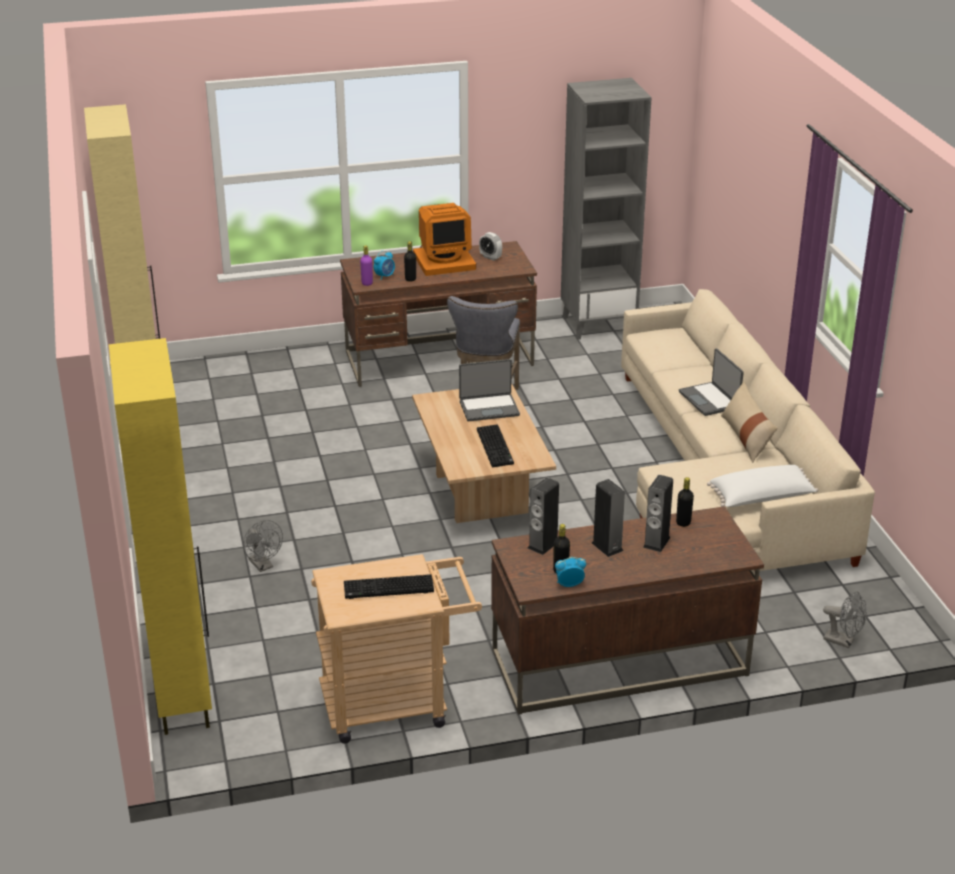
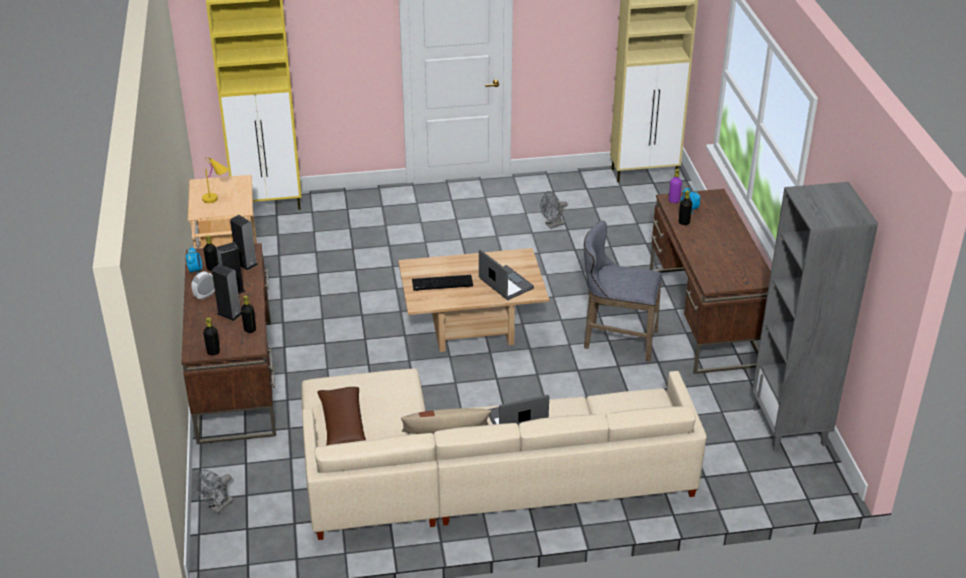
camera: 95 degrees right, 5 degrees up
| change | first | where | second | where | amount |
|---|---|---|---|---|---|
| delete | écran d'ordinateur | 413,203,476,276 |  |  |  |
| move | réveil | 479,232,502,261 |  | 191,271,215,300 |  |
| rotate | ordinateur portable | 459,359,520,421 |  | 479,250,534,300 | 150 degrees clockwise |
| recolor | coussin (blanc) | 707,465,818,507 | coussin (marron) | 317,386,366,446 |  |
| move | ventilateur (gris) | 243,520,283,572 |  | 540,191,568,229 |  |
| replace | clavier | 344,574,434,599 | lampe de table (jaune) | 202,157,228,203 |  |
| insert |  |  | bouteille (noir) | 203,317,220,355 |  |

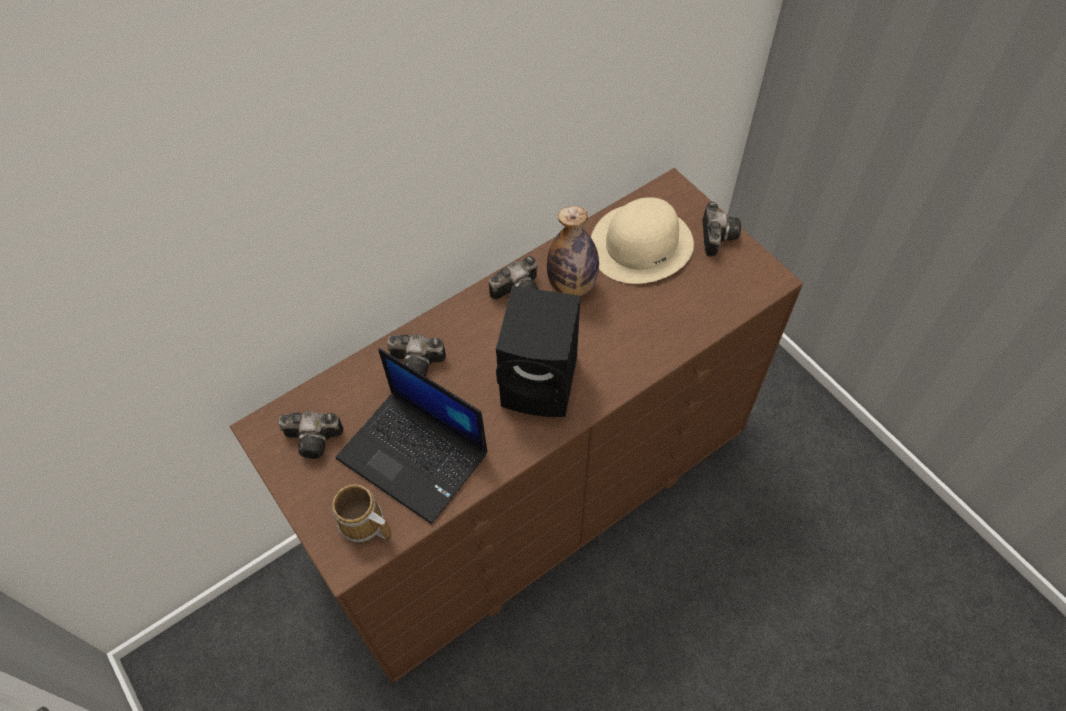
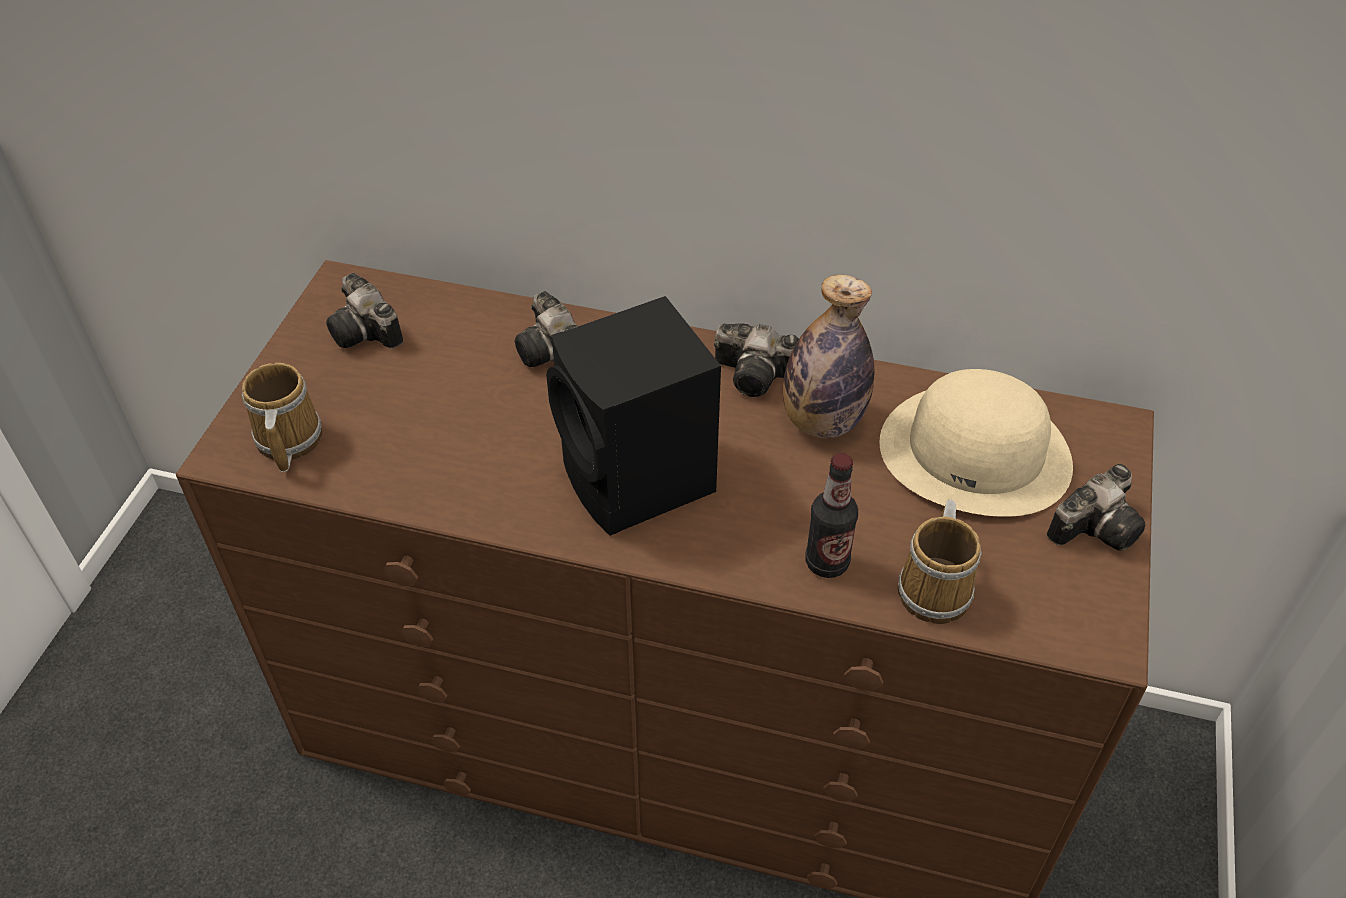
camera: 50 degrees right, 10 degrees down
| change | first | where | second | where | amount |
|---|---|---|---|---|---|
| delete | ordinateur portable | 336,348,488,524 |  |  |  |
| insert |  |  | bouteille | 806,453,858,578 |  |
| insert |  |  | mug | 898,500,982,624 |  |

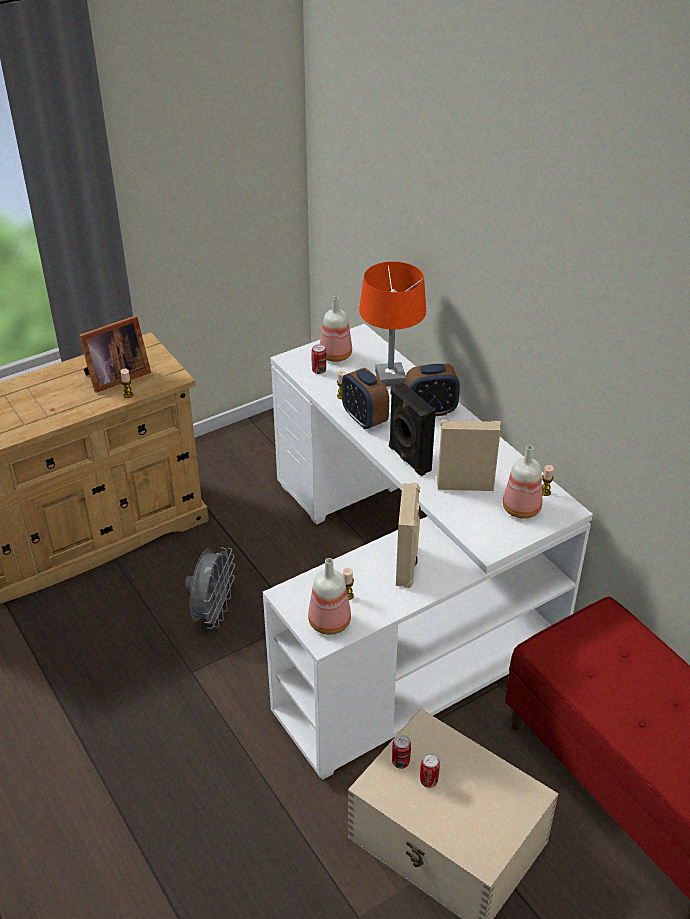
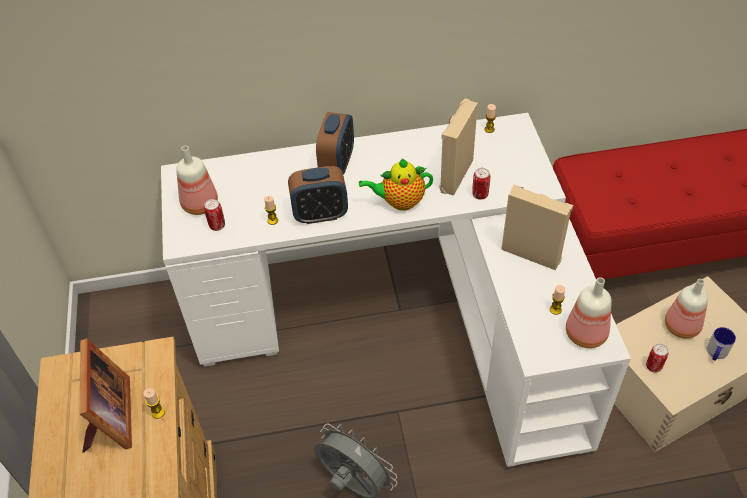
camera: 65 degrees left, 10 degrees up
| change | first | where | second | where | amount |
|---|---|---|---|---|---|
| delete | lampe de table (orange) | 359,261,426,387 |  |  |  |
| replace | enceinte (noir) | 389,382,436,476 | théière | 359,158,433,211 |  |
| move | bouteille | 503,445,542,519 |  | 665,279,708,339 |  |
| move | boîte métallique | 420,753,440,788 |  | 472,168,490,200 |  |
| insert |  |  | mug | 707,327,736,361 |  |

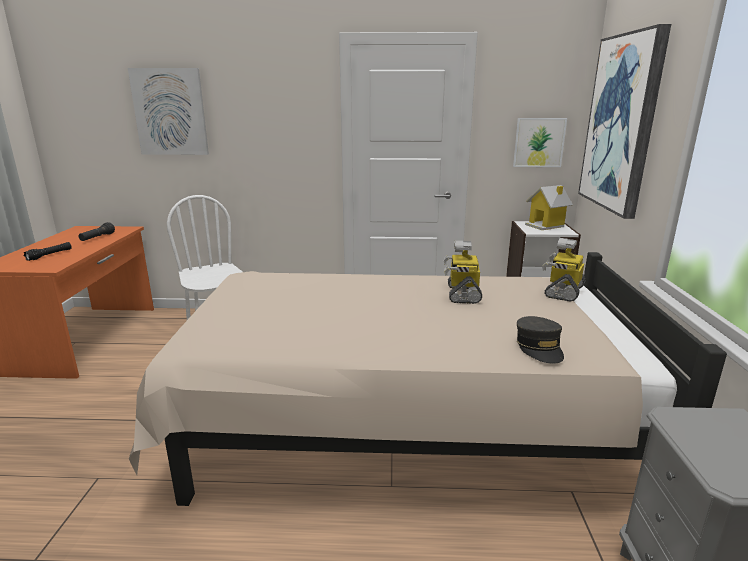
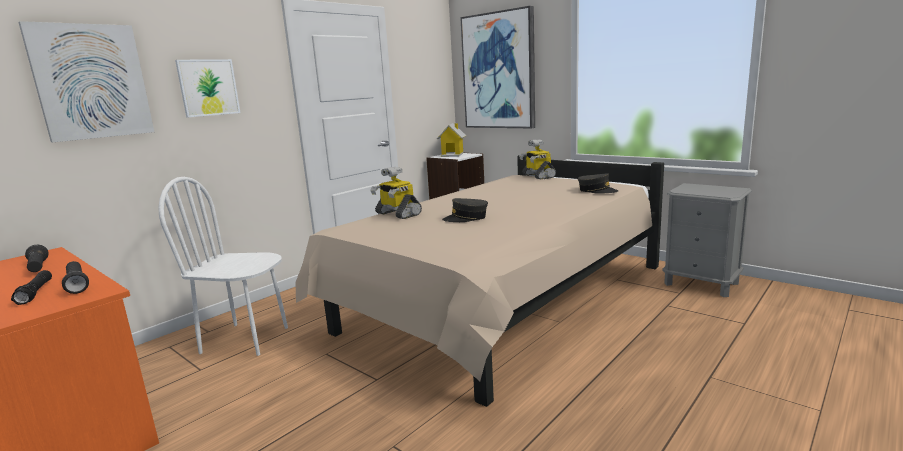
camera: 50 degrees left, 5 degrees down
| change | first | where | second | where | amount |
|---|---|---|---|---|---|
| move | tableau | 513,118,567,167 |  | 175,59,240,117 |  |
| move | robot jouet | 443,240,482,304 |  | 370,167,422,219 |  |
| insert |  |  | casquette (gris) | 442,198,488,222 |  |
| insert |  |  | lampe de poche (noir) | 62,261,89,294 |  |

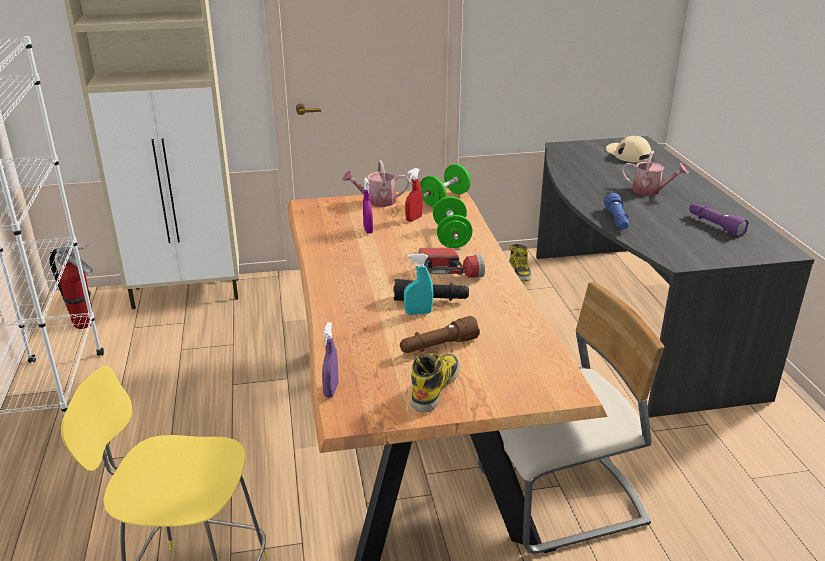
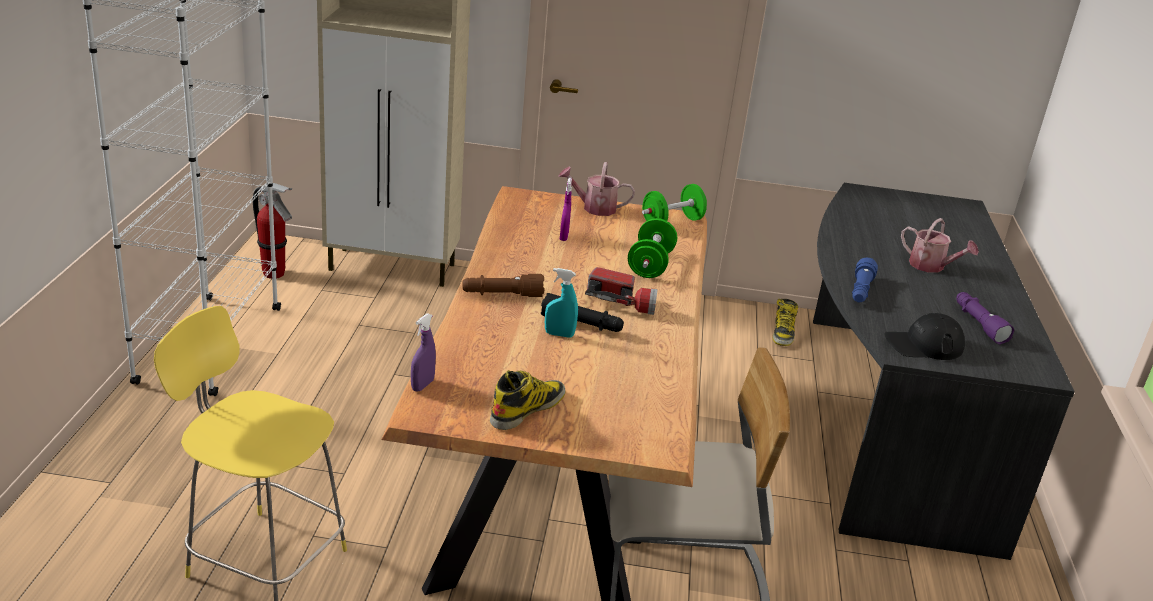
camera: 15 degrees right, 0 degrees up
| change | first | where | second | where | amount |
|---|---|---|---|---|---|
| delete | casquette (beige) | 606,136,651,163 |  |  |  |
| delete | vaporisateur (rouge) | 405,168,423,222 |  |  |  |
| move | lampe de poche (marron) | 400,316,480,353 |  | 462,274,545,297 |  |
| insert |  |  | casquette (noir) | 885,313,965,360 |  |

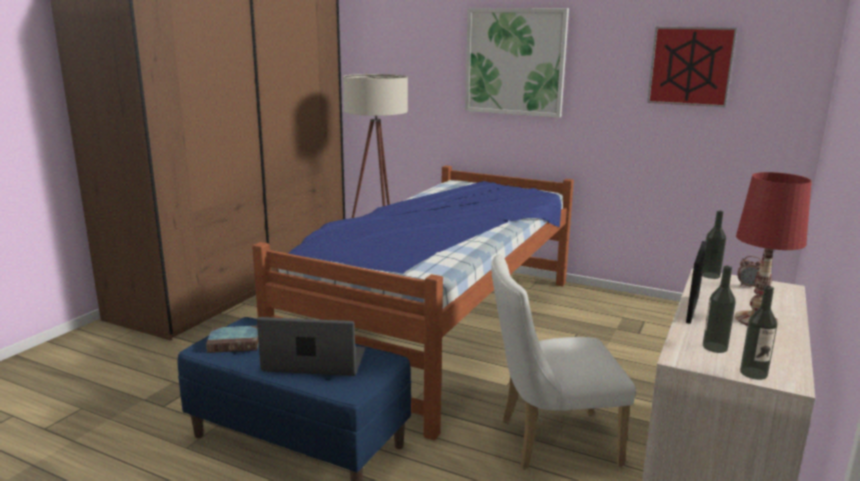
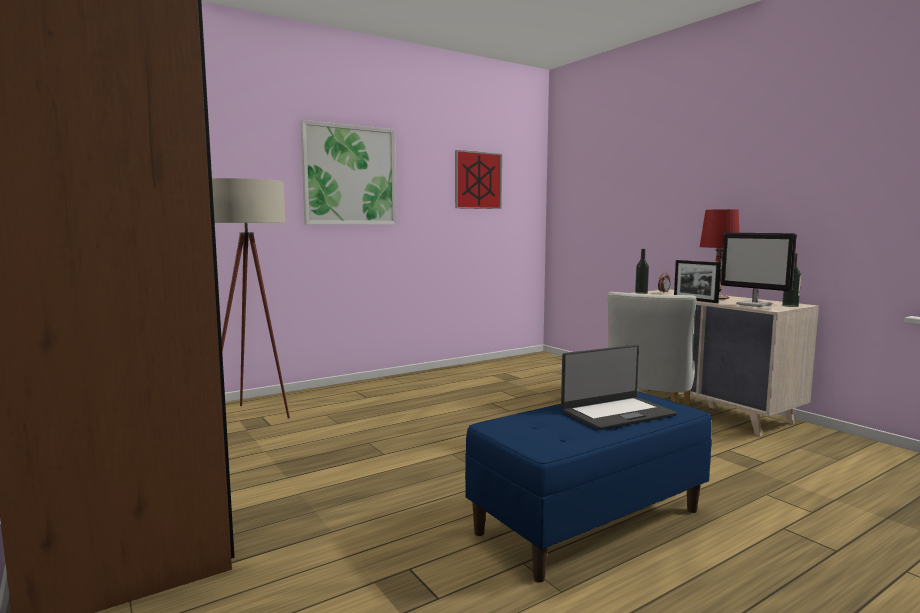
camera: 60 degrees left, 10 degrees down
| change | first | where | second | where | amount |
|---|---|---|---|---|---|
| delete | lit | 252,165,574,441 |  |  |  |
| replace | bouteille | 703,266,736,353 | écran d'ordinateur | 720,233,797,307 |  |
| rotate | ordinateur portable | 257,317,365,376 |  | 561,345,677,430 | 150 degrees counterclockwise |
| delete | livre | 206,326,259,353 |  |  |  |

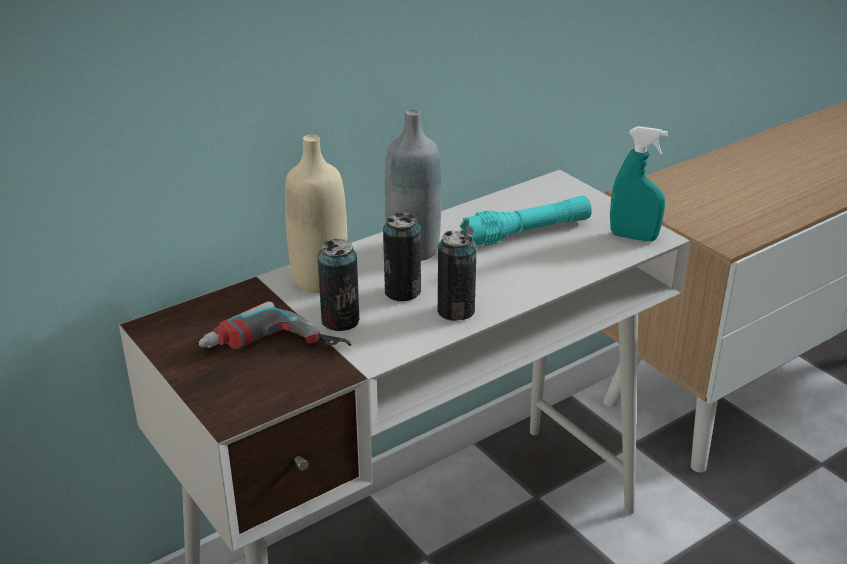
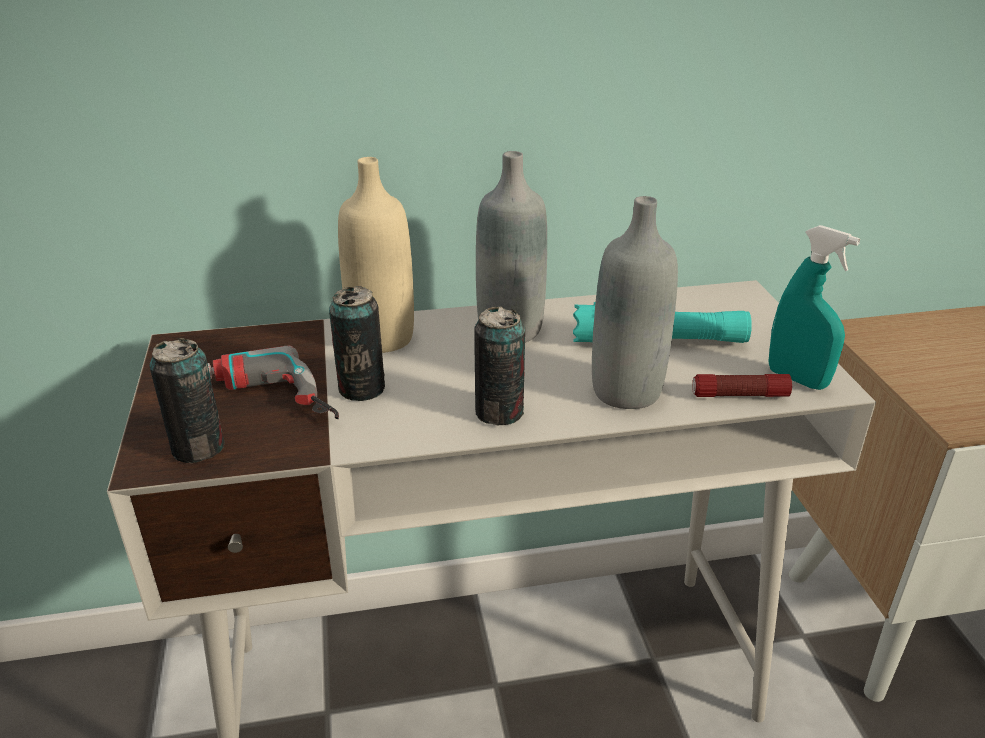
camera: 25 degrees right, 0 degrees up
| change | first | where | second | where | amount |
|---|---|---|---|---|---|
| move | boîte métallique | 383,213,421,301 |  | 149,338,224,463 |  |
| insert |  |  | bouteille (gris) | 592,196,678,409 |  |
| insert |  |  | lampe de poche | 692,374,792,397 |  |

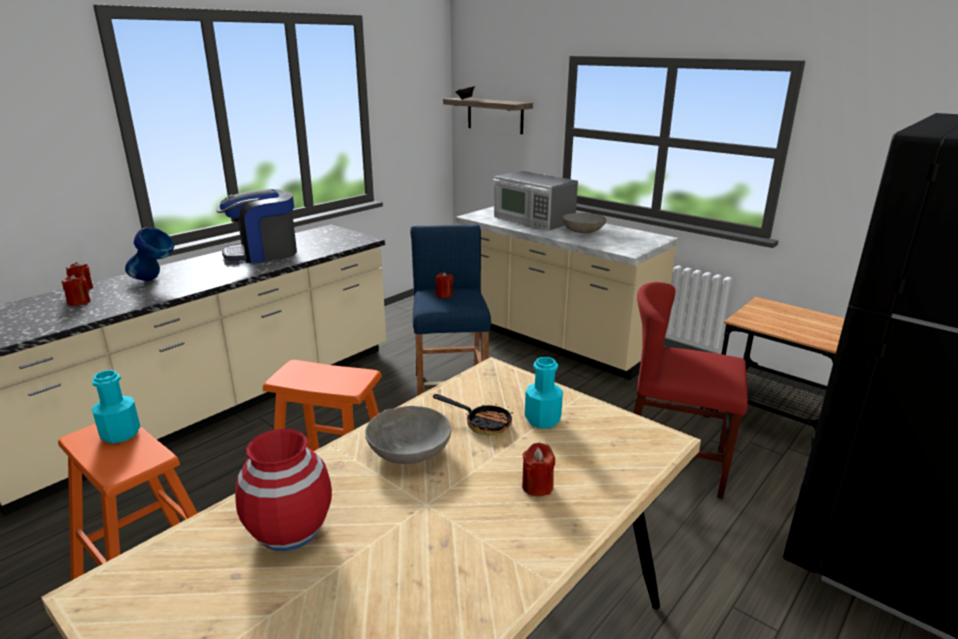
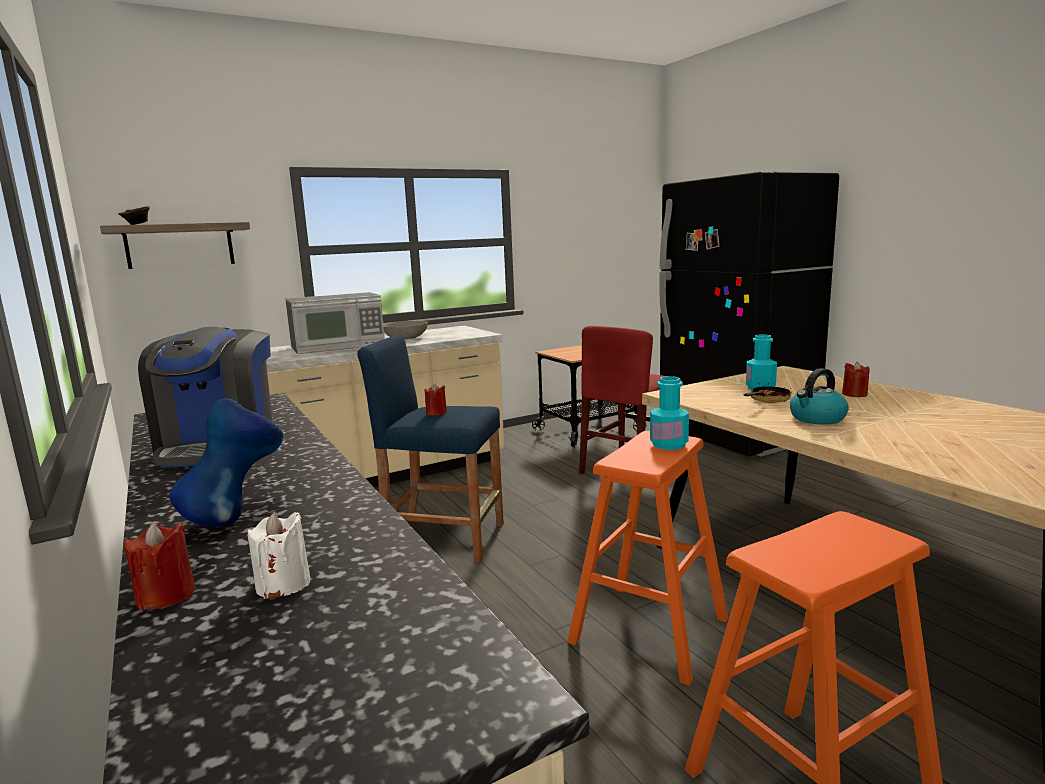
camera: 70 degrees left, 10 degrees down
| change | first | where | second | where | amount |
|---|---|---|---|---|---|
| recolor | bougie (rouge) | 62,274,91,306 | bougie (blanc) | 248,512,311,599 |  |
| move | bouteille (turquoise) | 92,370,141,443 |  | 650,376,689,450 |  |
| replace | bol (gris) | 365,406,451,464 | bouilloire | 790,368,849,425 |  |
| delete | vase (rouge) | 235,429,332,551 |  |  |  |

